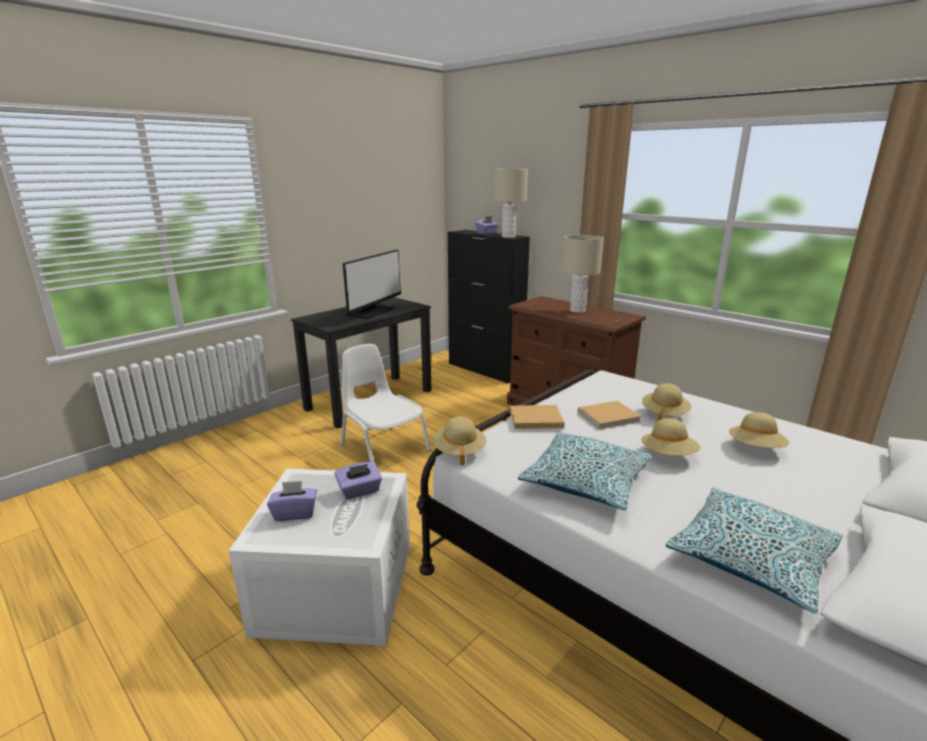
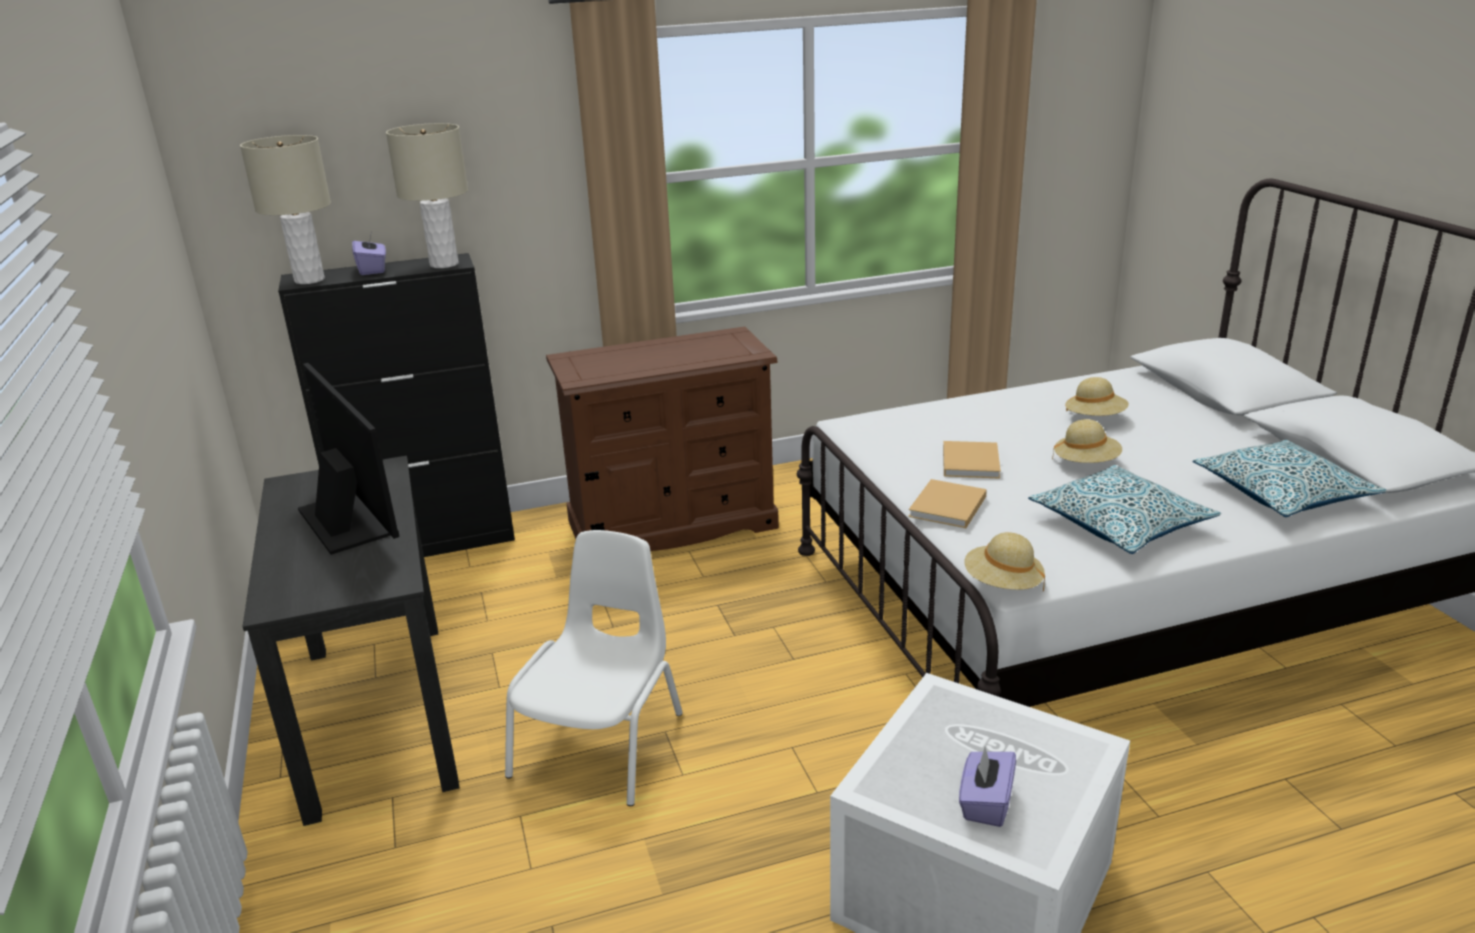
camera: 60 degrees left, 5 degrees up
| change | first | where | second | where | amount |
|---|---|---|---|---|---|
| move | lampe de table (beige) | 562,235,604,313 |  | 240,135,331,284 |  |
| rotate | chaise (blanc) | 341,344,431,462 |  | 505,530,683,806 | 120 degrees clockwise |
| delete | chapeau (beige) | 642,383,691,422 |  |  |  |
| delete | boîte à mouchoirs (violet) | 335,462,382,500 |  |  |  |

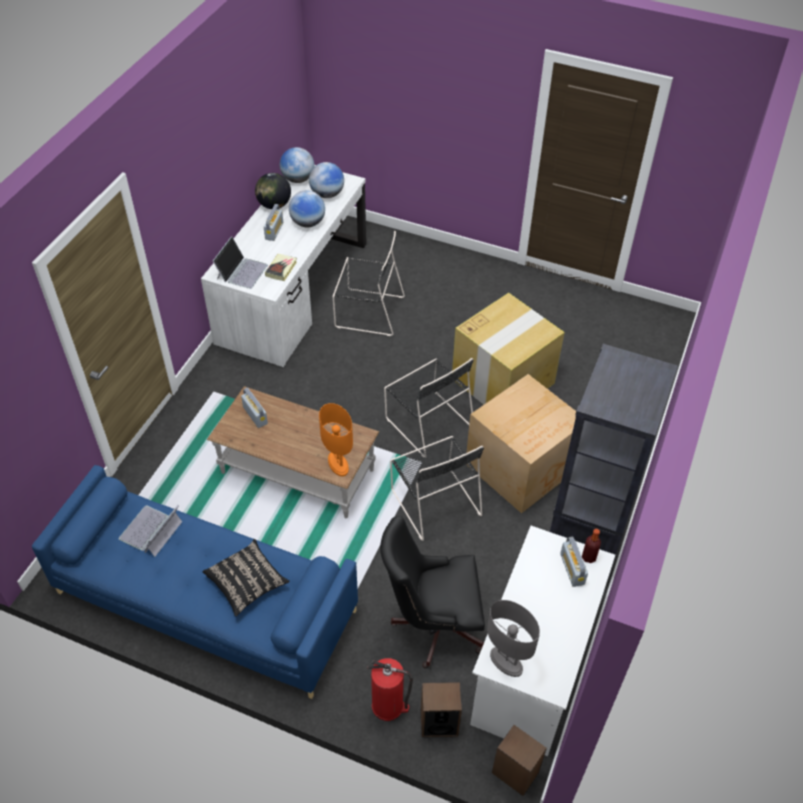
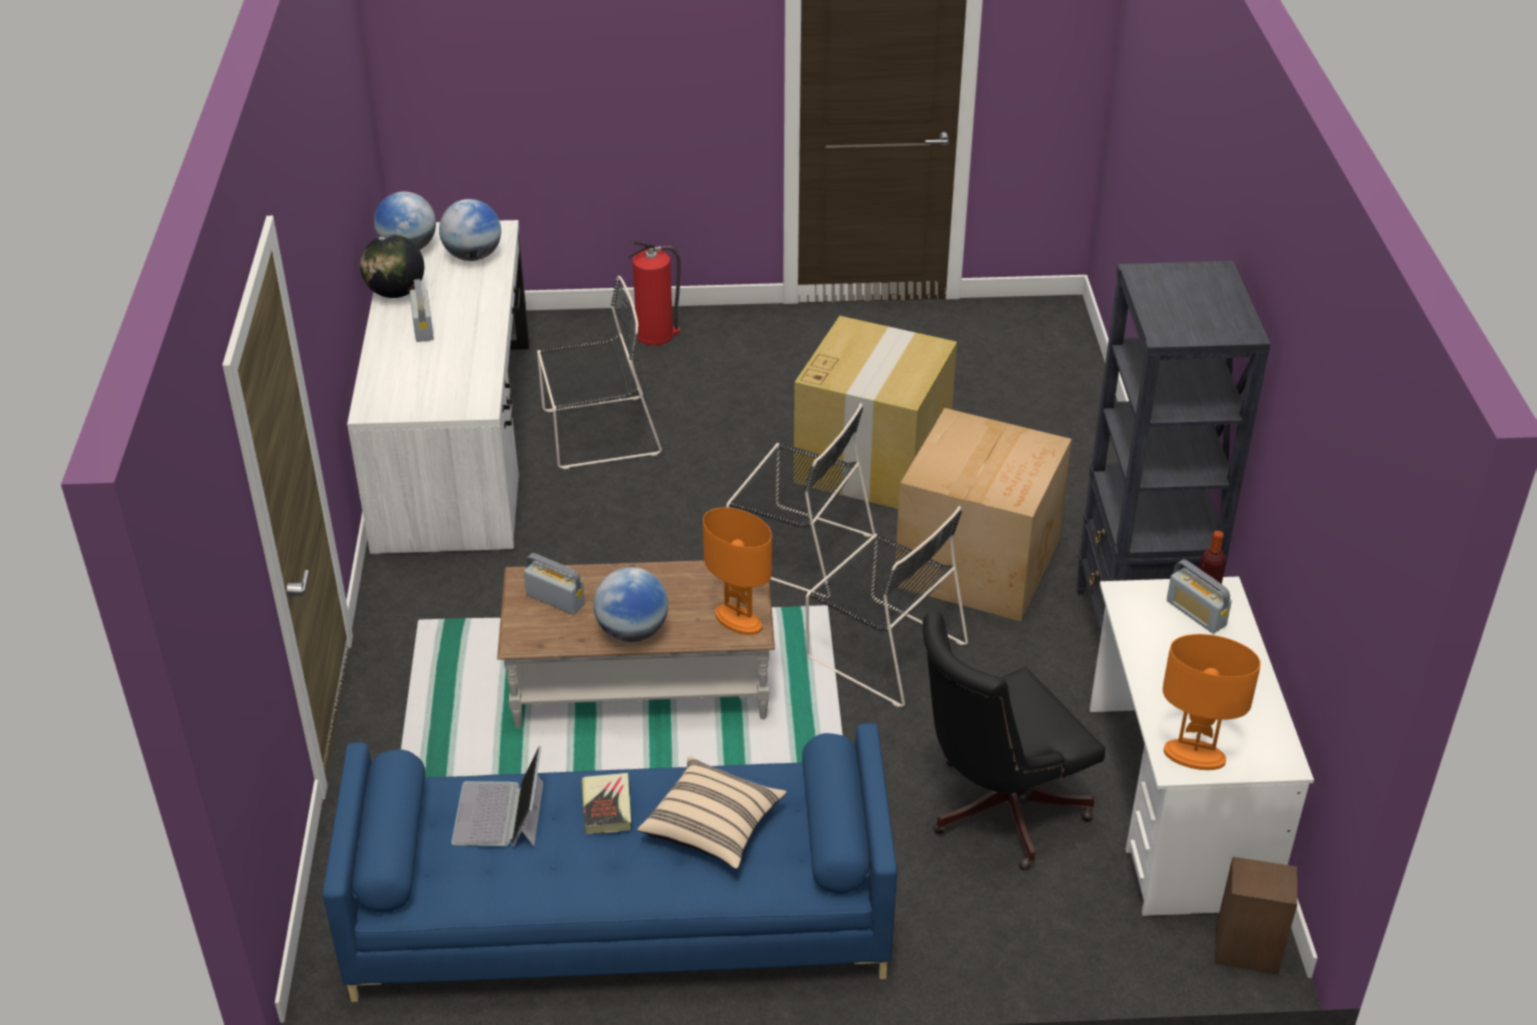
camera: 25 degrees left, 10 degrees down
| change | first | where | second | where | amount |
|---|---|---|---|---|---|
| move | globe | 289,190,325,227 |  | 593,567,668,642 |  |
| delete | ordinateur portable | 213,236,268,289 |  |  |  |
| move | livre | 265,254,297,281 |  | 582,773,631,834 |  |
| recolor | coussin (noir) | 203,539,290,616 | coussin (beige) | 637,756,787,869 |  |
| recolor | lampe de table (gris) | 487,600,540,677 | lampe de table (orange) | 1163,634,1261,770 |  |
| move | extincteur | 367,658,413,721 |  | 628,241,681,346 |  |
| delete | enceinte | 421,682,462,737 |  |  |  |

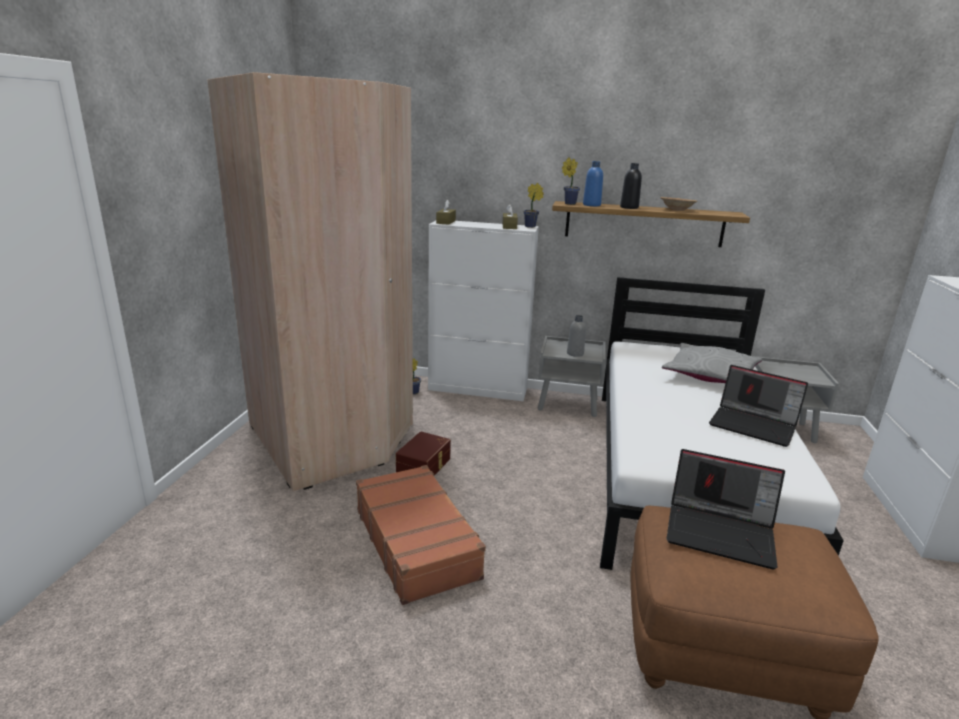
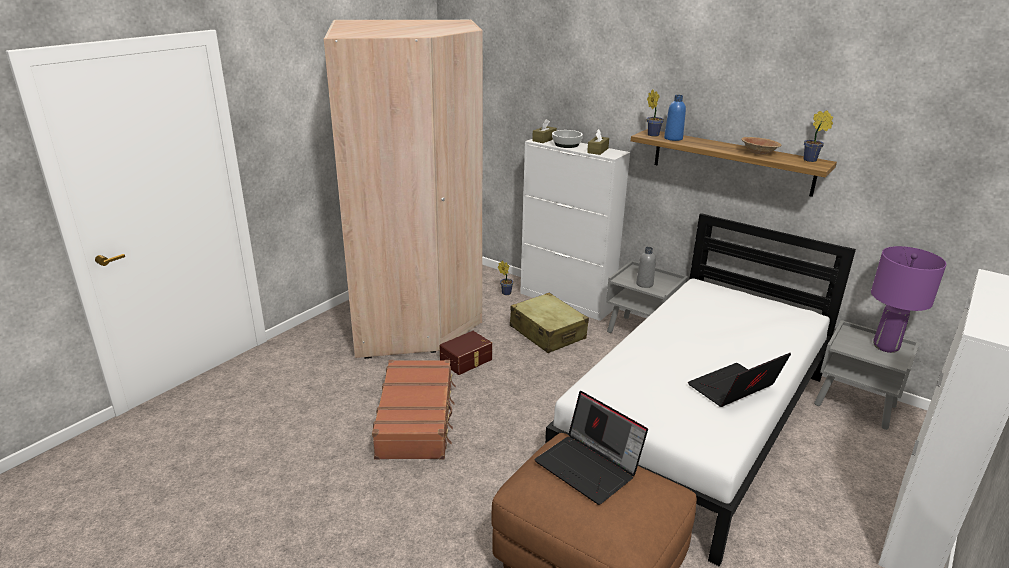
camera: 25 degrees right, 5 degrees up
| change | first | where | second | where | amount |
|---|---|---|---|---|---|
| delete | bouteille (noir) | 620,163,642,209 |  |  |  |
| move | plante en pot | 523,183,544,228 |  | 804,110,833,162 |  |
| delete | coussin (gris) | 662,343,762,383 |  |  |  |
| rotate | ordinateur portable | 709,365,808,447 |  | 687,353,791,407 | 90 degrees clockwise |
| insert |  |  | bol | 552,130,583,148 |  |
| insert |  |  | lampe de table (violet) | 871,246,946,353 |  |
| insert |  |  | valise (beige) | 510,292,589,353 |  |

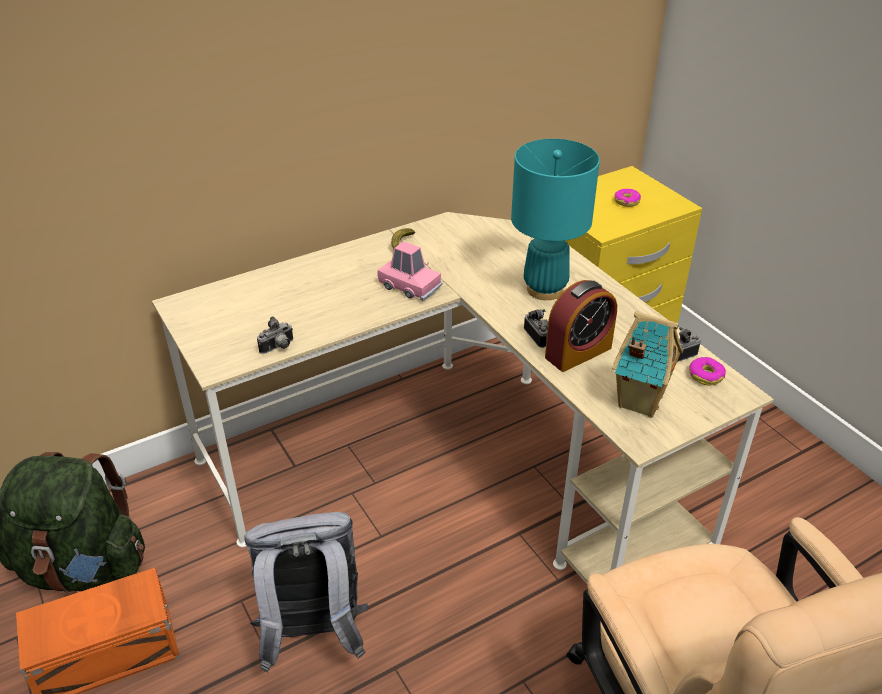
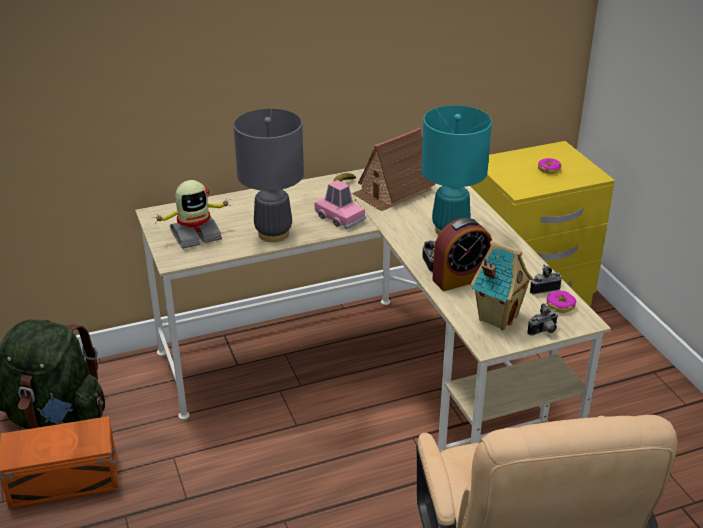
camera: 10 degrees right, 5 degrees down
| change | first | where | second | where | amount |
|---|---|---|---|---|---|
| move | appareil photo | 257,316,293,354 |  | 527,303,558,336 |  |
| delete | sac à dos (gris) | 244,512,368,672 |  |  |  |
| insert |  |  | lampe de table (gris) | 234,109,304,242 |  |
| insert |  |  | maison miniature | 352,128,435,211 |  |
| insert |  |  | robot jouet | 153,180,232,249 |  |

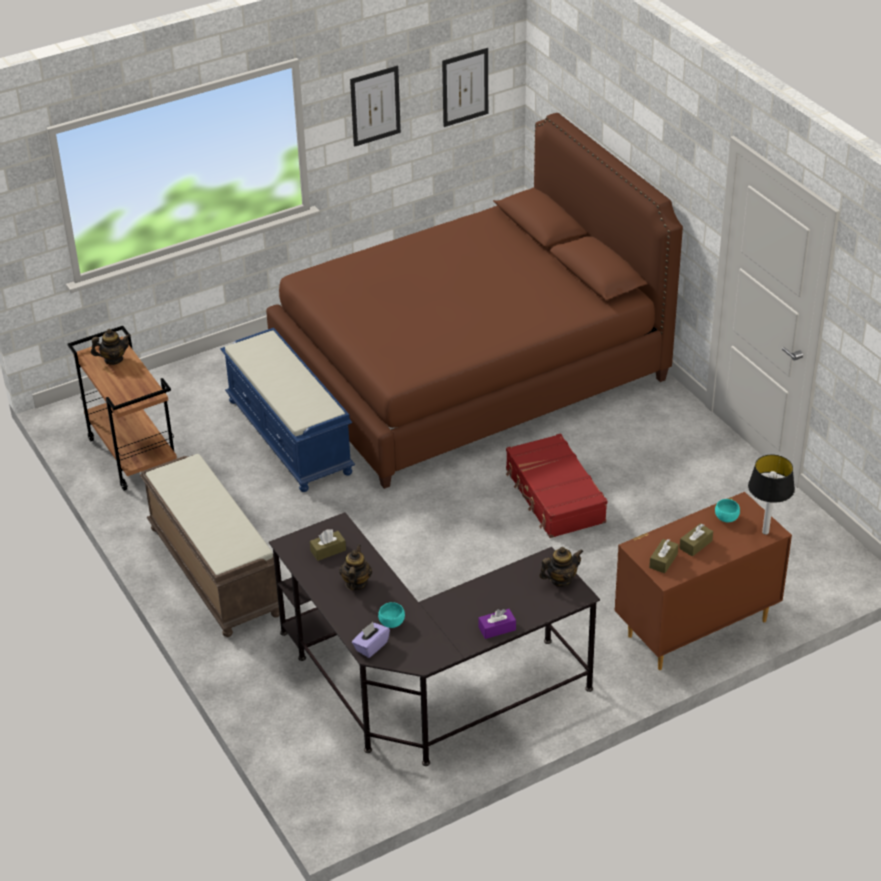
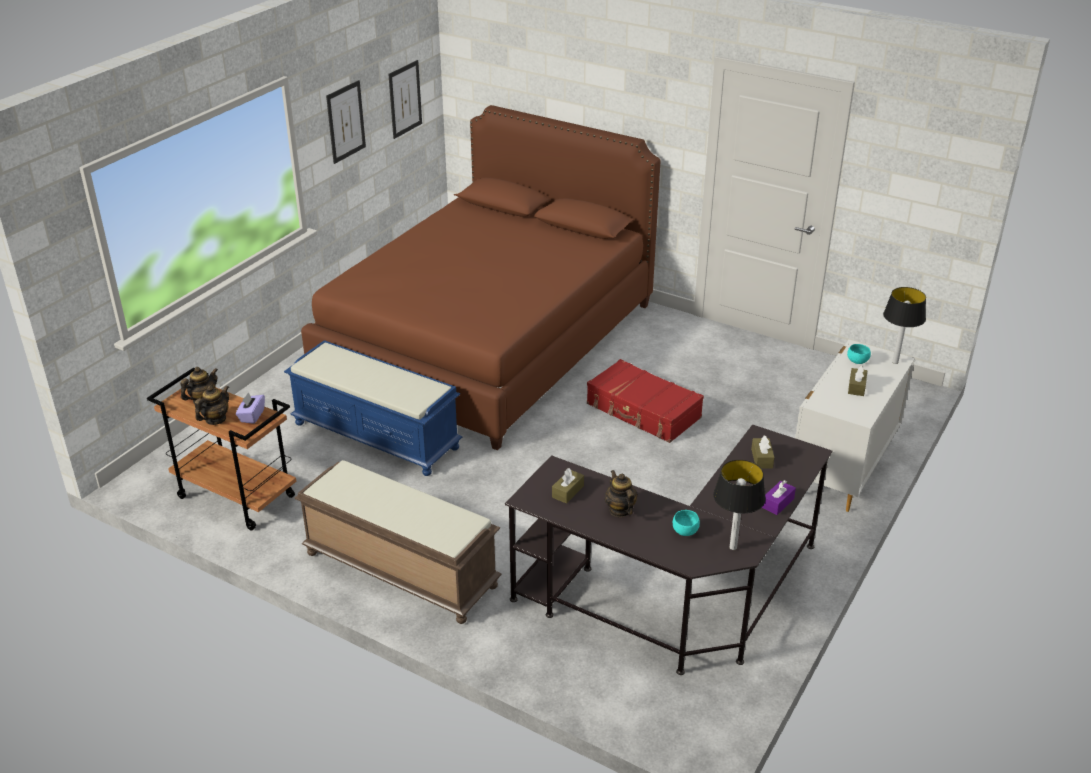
camera: 30 degrees left, 5 degrees down
| change | first | where | second | where | amount |
|---|---|---|---|---|---|
| recolor | commode (marron) | 614,492,792,670 | commode (blanc) | 795,340,915,512 |  |
| move | boîte à mouchoirs (marron) | 649,539,679,573 |  | 751,435,774,469 |  |
| move | théière | 539,547,584,587 |  | 194,385,229,425 |  |
| move | boîte à mouchoirs (violet) | 352,622,390,658 |  | 236,392,265,424 |  |
| insert |  |  | lampe de table | 713,460,766,550 |  |

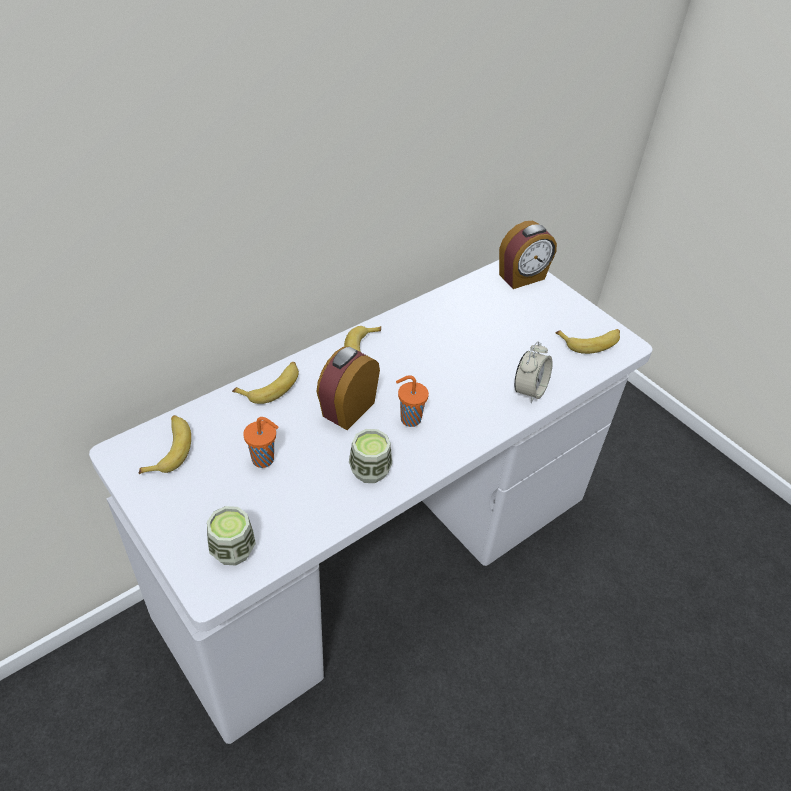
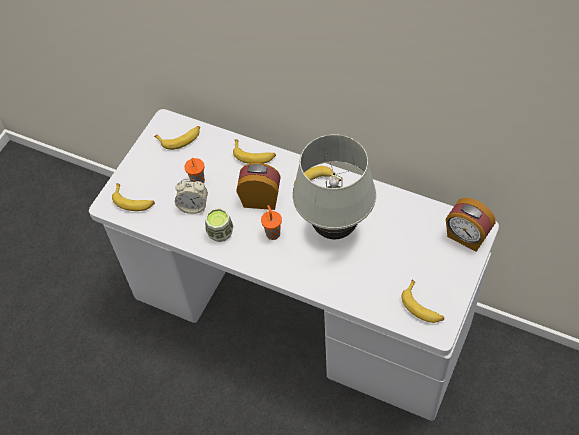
camera: 70 degrees right, 10 degrees up
| change | first | where | second | where | amount |
|---|---|---|---|---|---|
| move | réveil | 514,341,553,403 |  | 175,179,208,214 |  |
| replace | tasse | 207,506,256,566 | banane | 112,183,155,211 |  |
| insert |  |  | lampe de table (blanc) | 293,134,376,239 |  |

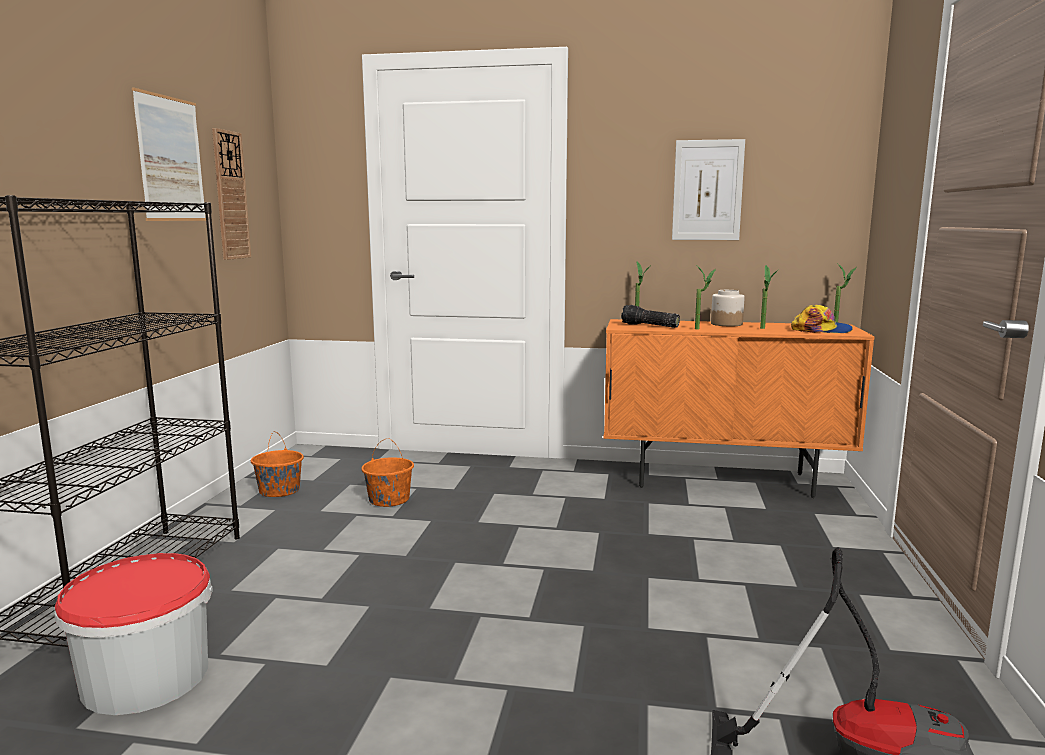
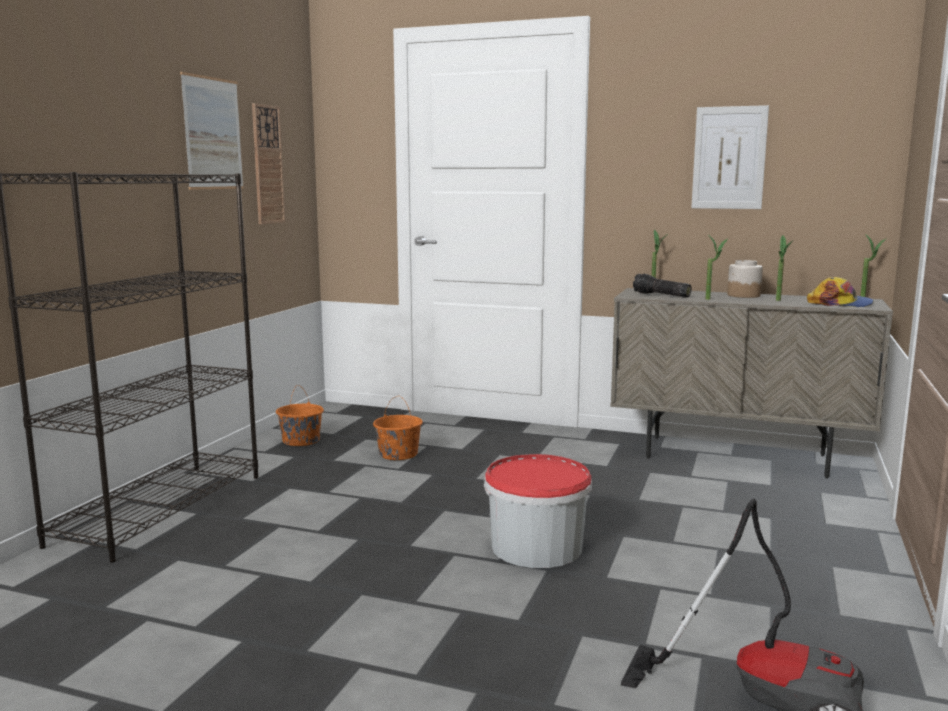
camera: 10 degrees right, 0 degrees up
| change | first | where | second | where | amount |
|---|---|---|---|---|---|
| recolor | meuble de rangement (orange) | 603,319,875,498 | meuble de rangement (beige) | 610,288,893,478 |  |
| move | seau | 55,553,213,715 |  | 484,454,592,568 |  |

